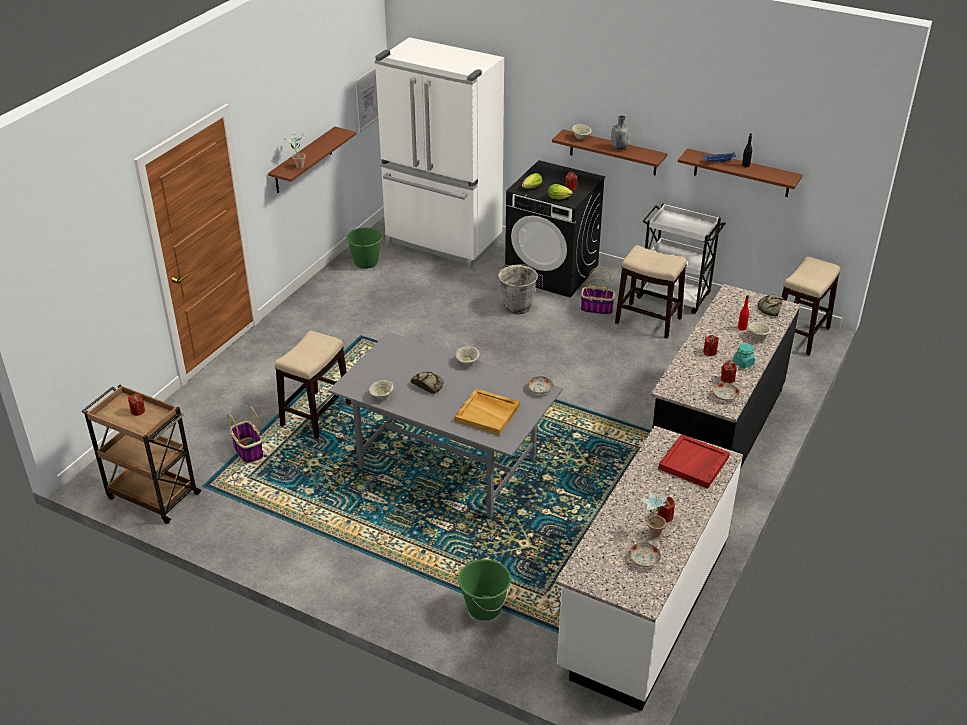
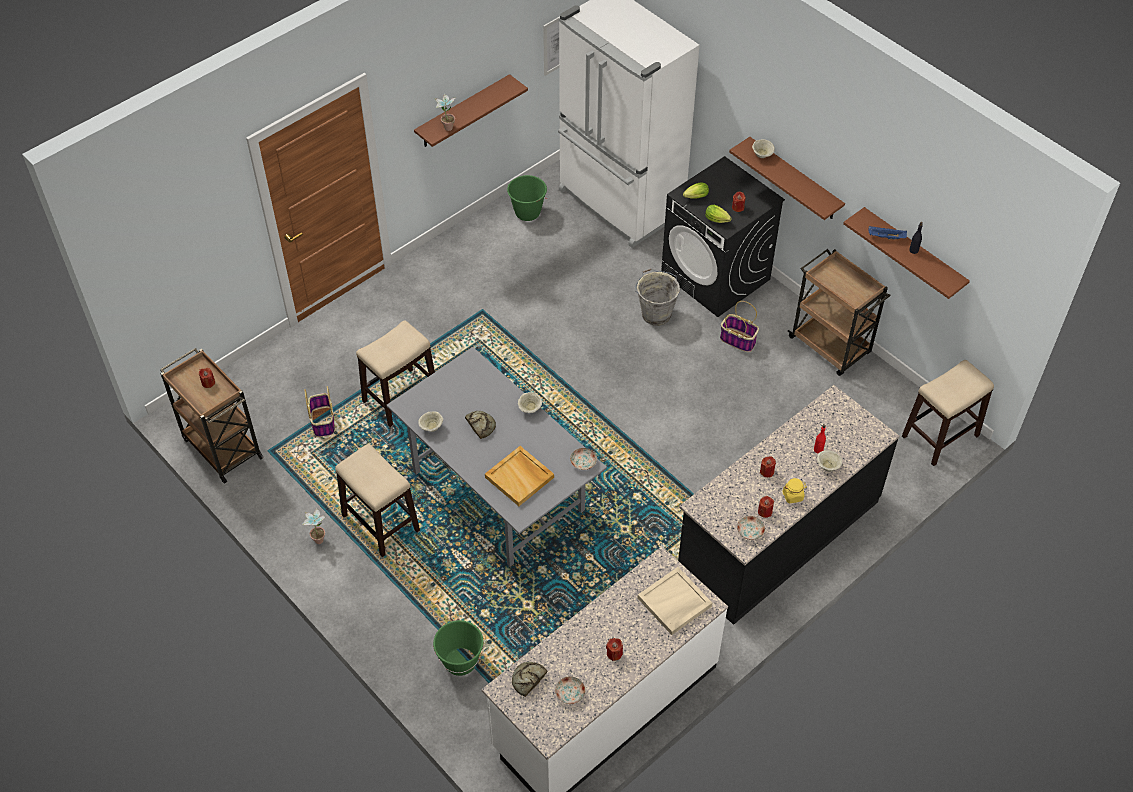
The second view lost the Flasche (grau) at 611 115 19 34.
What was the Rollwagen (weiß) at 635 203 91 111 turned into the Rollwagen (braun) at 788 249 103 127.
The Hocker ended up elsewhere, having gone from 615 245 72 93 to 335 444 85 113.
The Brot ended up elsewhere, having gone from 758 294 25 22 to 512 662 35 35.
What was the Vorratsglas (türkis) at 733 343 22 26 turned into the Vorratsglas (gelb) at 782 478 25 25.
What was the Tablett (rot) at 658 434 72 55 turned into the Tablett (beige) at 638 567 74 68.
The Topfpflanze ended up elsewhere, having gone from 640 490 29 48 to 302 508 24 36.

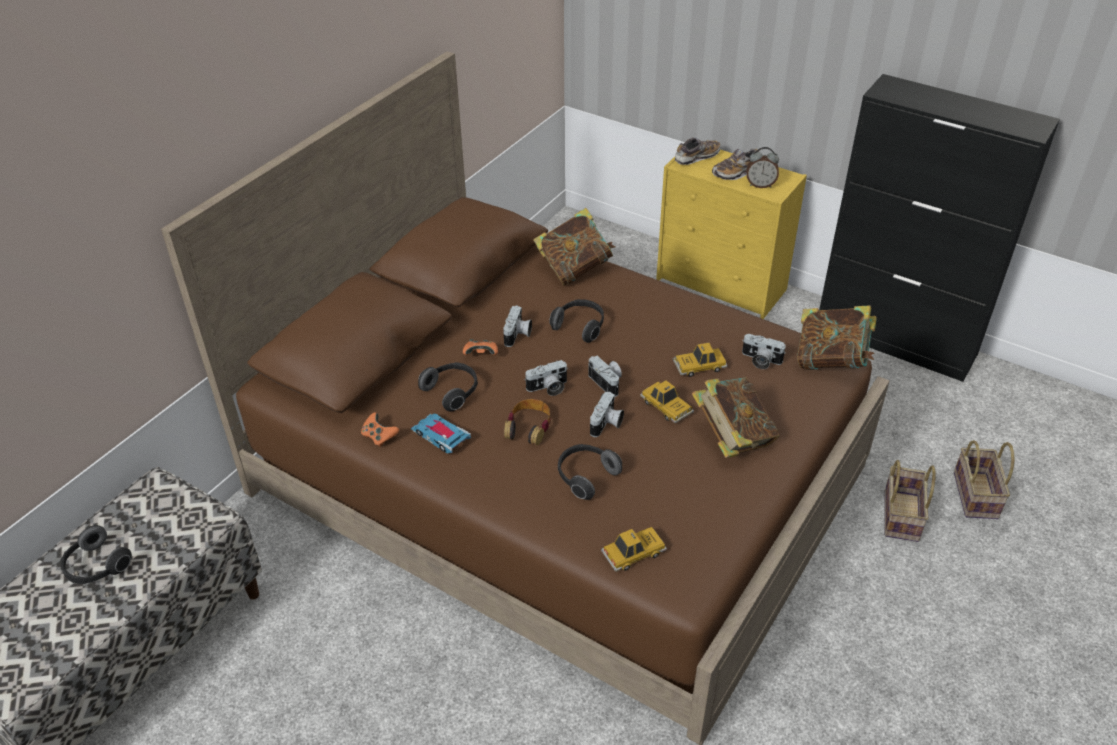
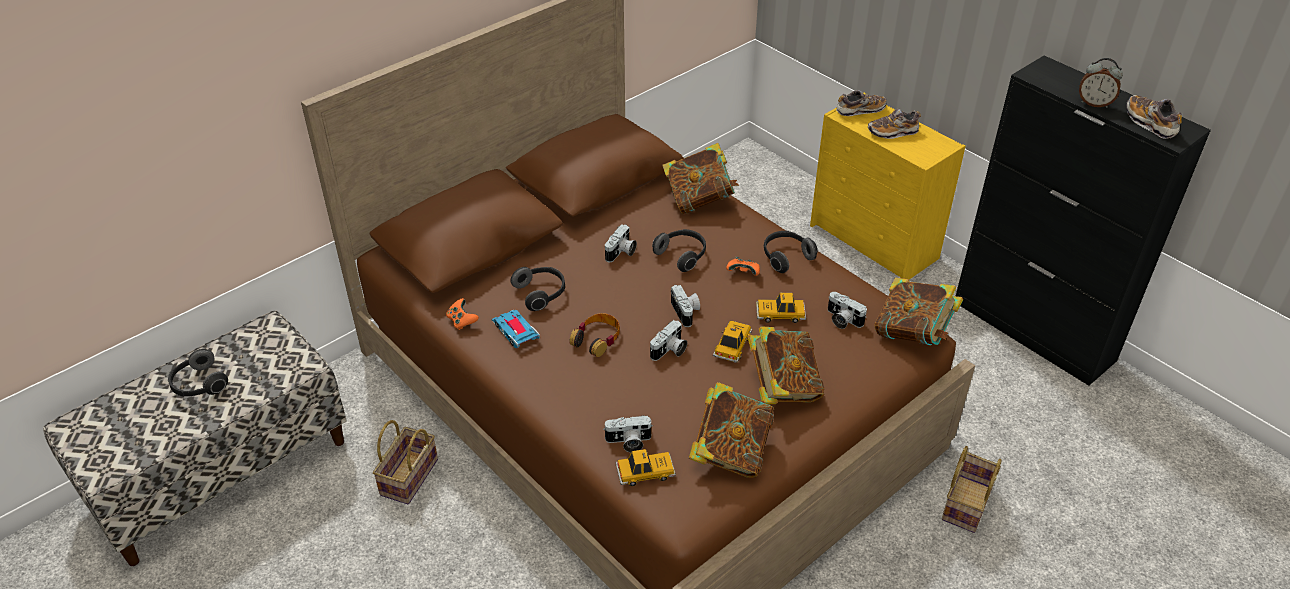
The Wecker ended up elsewhere, having gone from 747 147 32 41 to 1079 58 44 50.
The Gamepad (orange) ended up elsewhere, having gone from 463 339 35 16 to 726 257 34 19.
The Kamera ended up elsewhere, having gone from 524 360 44 36 to 603 415 49 38.
The Spielzeugauto at 640 380 54 43 ended up facing another way, 135 degrees counterclockwise from before.
The Korb ended up elsewhere, having gone from 954 440 61 79 to 373 420 65 84.
The Kopfhörer ended up elsewhere, having gone from 558 444 64 56 to 764 231 54 42.
The second view gained the Schuh at 1126 95 56 44.
The second view gained the Buch at 689 382 85 96.

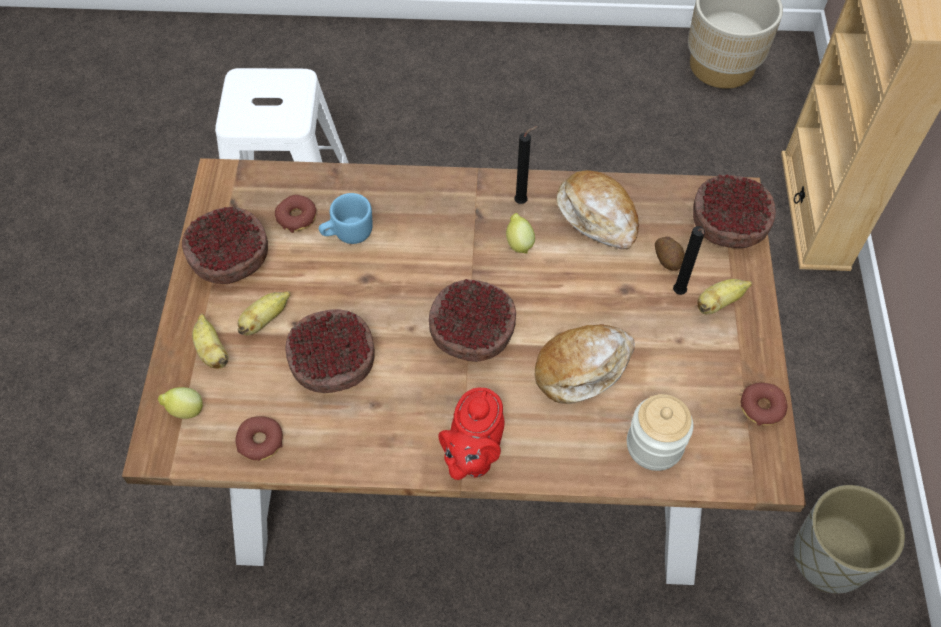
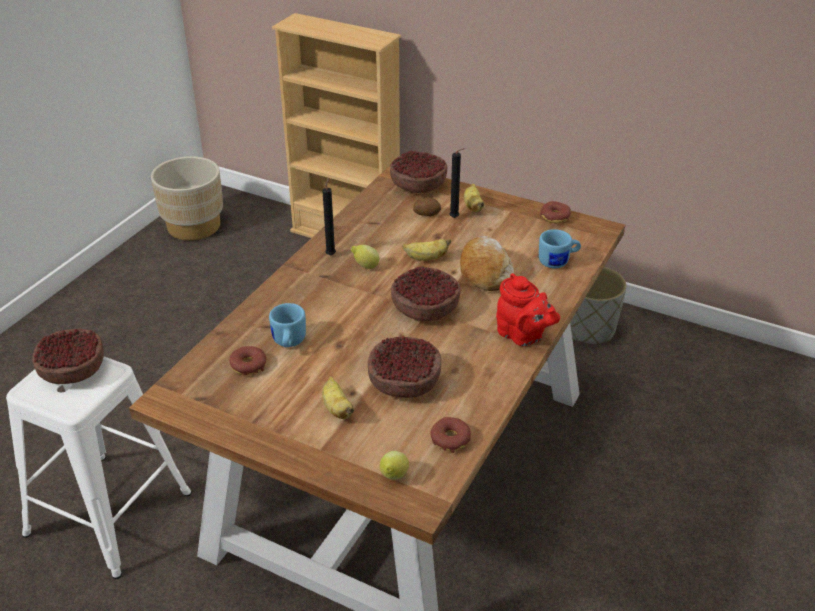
The second view lost the Brot at 556 170 83 79.
The Schüssel ended up elsewhere, having gone from 182 207 86 77 to 32 329 72 55.
The Banane ended up elsewhere, having gone from 192 314 36 55 to 402 239 49 22.
Where the Vorratsglas stood at 627 394 66 77, the Henkelbecher (blau) came to stand at 539 229 42 39.

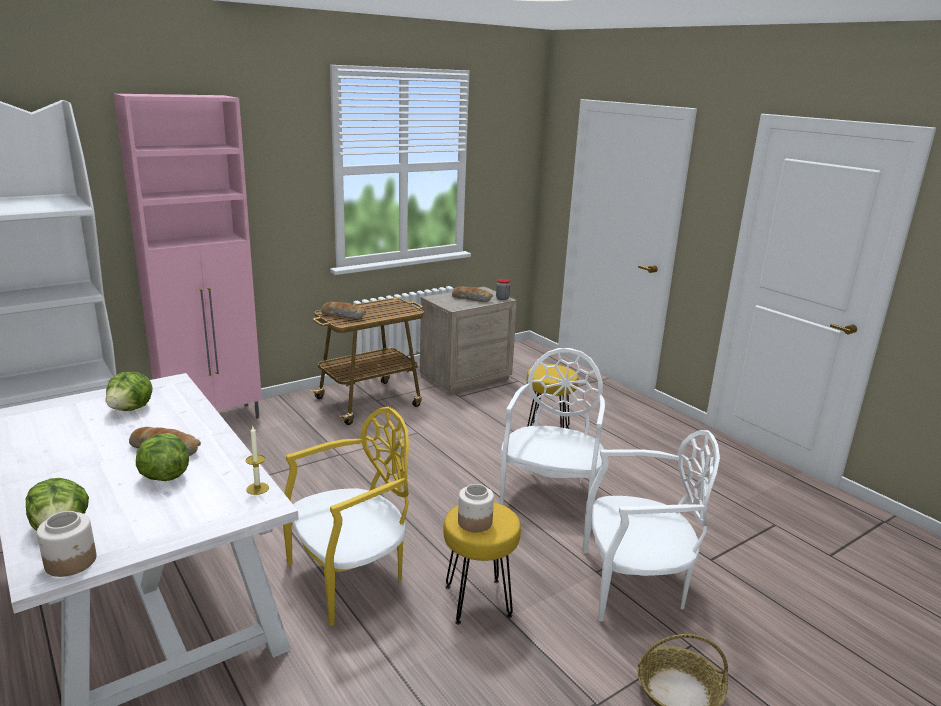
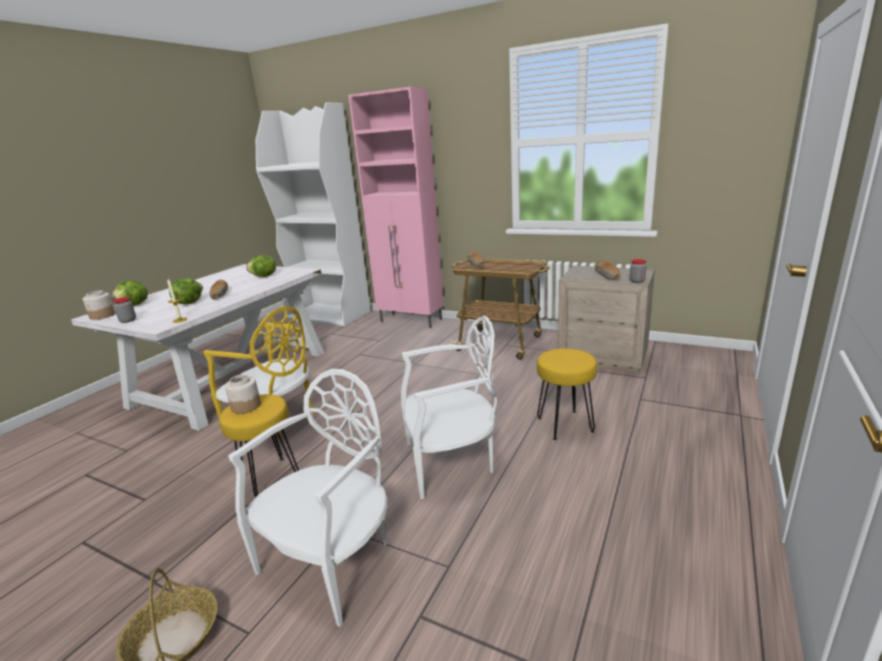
The Stuhl (weiß) at 583 430 137 191 ended up facing another way, 120 degrees counterclockwise from before.
The second view gained the Vorratsglas at 113 297 23 26.

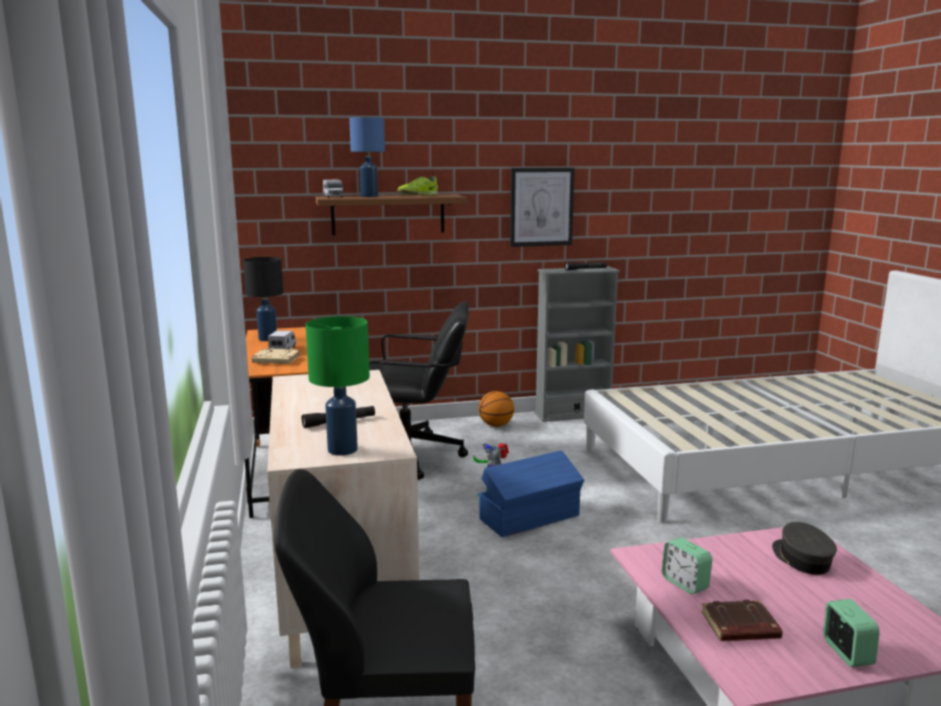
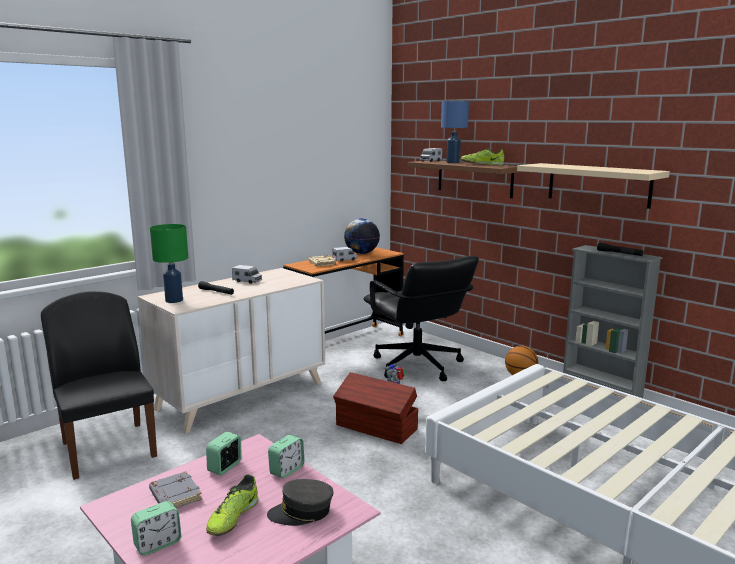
Where the Bild hung at 510 168 65 79, the Wandregal (beige) came to hang at 517 163 153 46.
Where the Tischlampe (schwarz) stood at 243 257 40 84, the Globus came to stand at 344 218 36 36.
What was the Aufbewahrungsbox (blau) at 479 450 105 87 turned into the Aufbewahrungsbox (braun) at 333 372 85 72.
The Kappe (grau) at 772 522 65 53 ended up facing another way, 150 degrees counterclockwise from before.
What was the Buch (braun) at 701 600 82 41 turned into the Buch (grau) at 149 471 53 37.
The second view gained the Spielzeuglaster at 232 265 30 19.
The second view gained the Wecker at 268 435 36 44.
The second view gained the Schuh at 206 474 53 62.

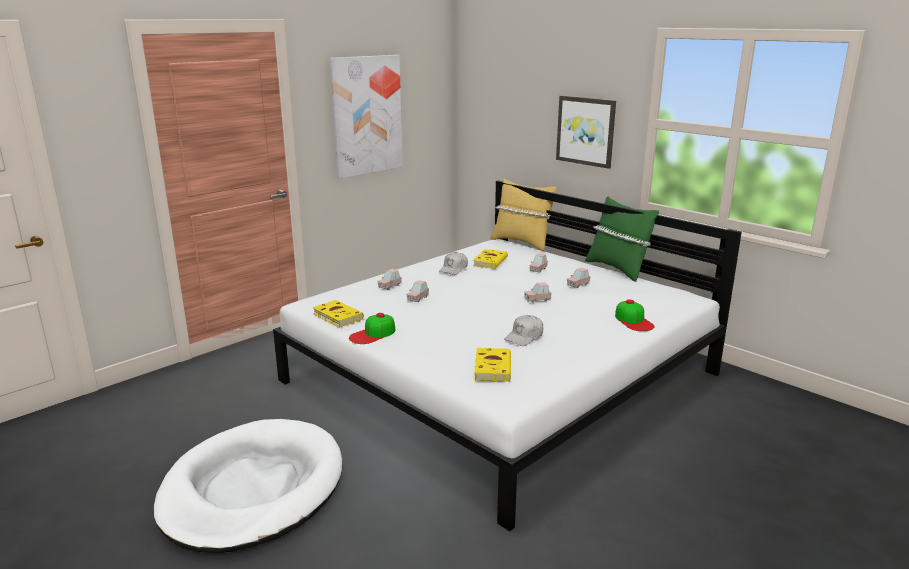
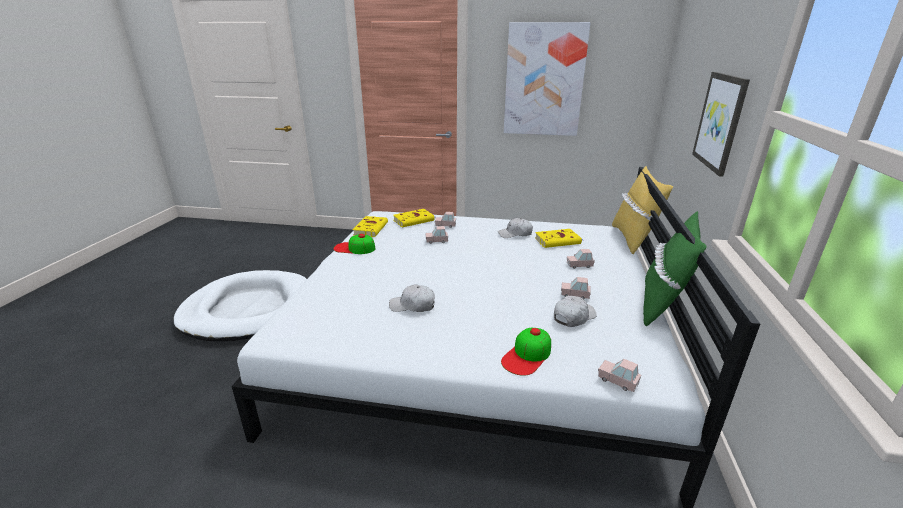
The Spielzeugauto (rosa) ended up elsewhere, having gone from 524 282 28 21 to 598 359 43 33.
The Buch (gelb) ended up elsewhere, having gone from 474 348 37 34 to 393 209 43 18.
The second view gained the Kappe (weiß) at 554 296 43 31.

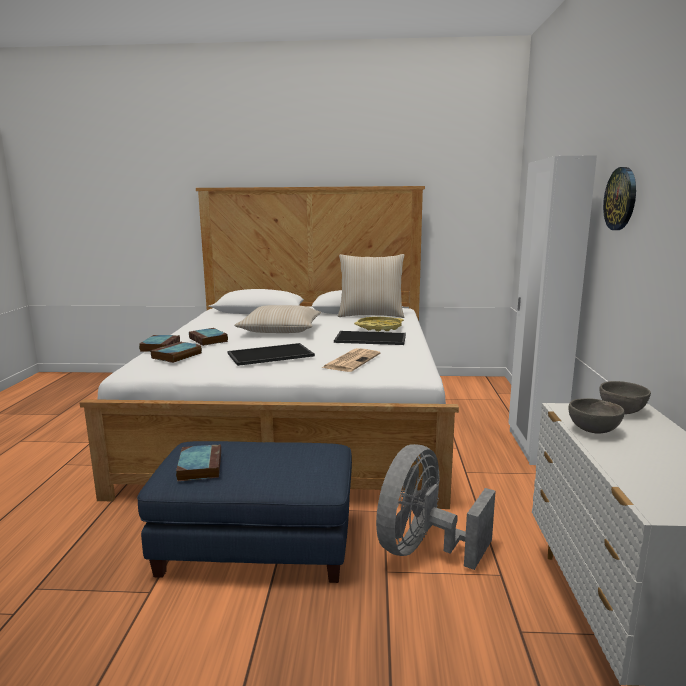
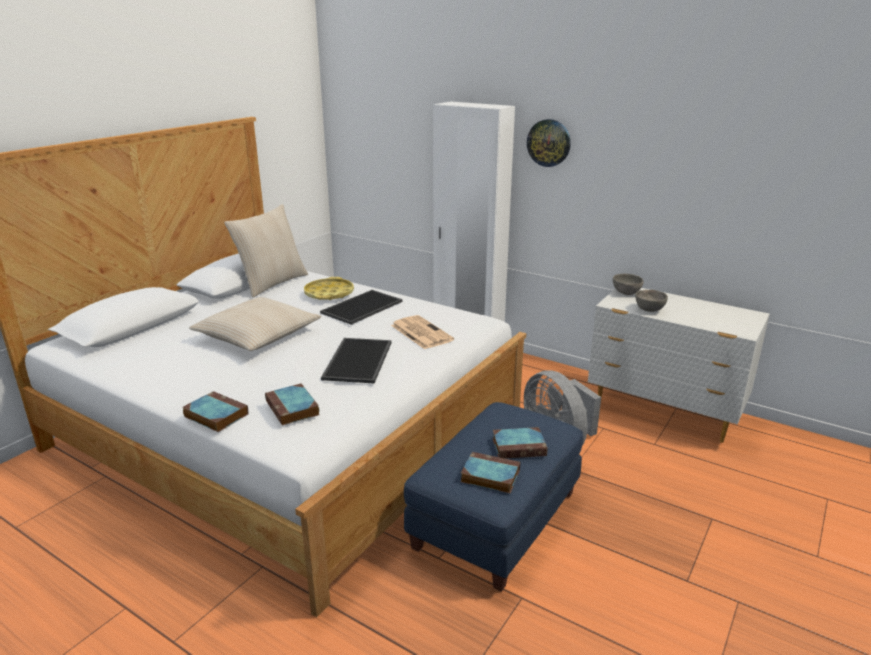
The Buch ended up elsewhere, having gone from 189 328 39 18 to 492 427 56 32.

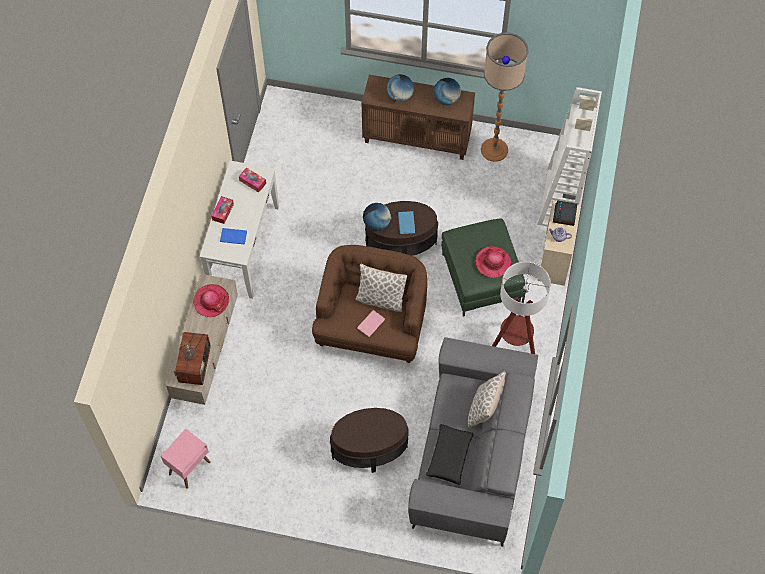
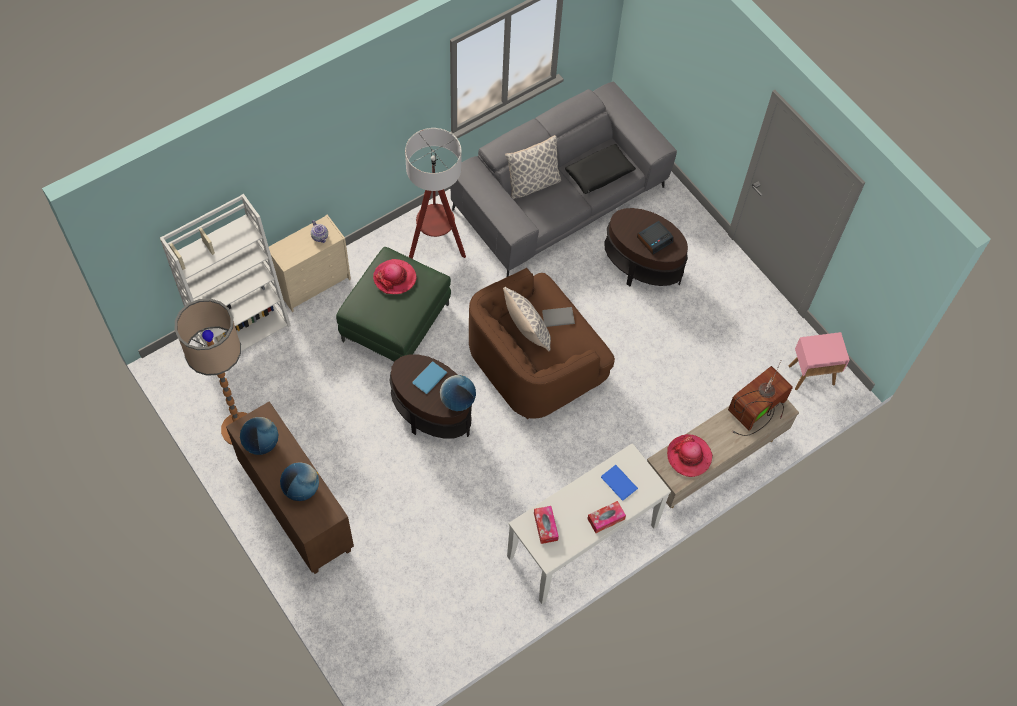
The Wecker ended up elsewhere, having gone from 553 201 24 25 to 637 221 37 34.
What was the Buch (rosa) at 357 310 28 27 turned into the Buch (grau) at 542 307 33 20.

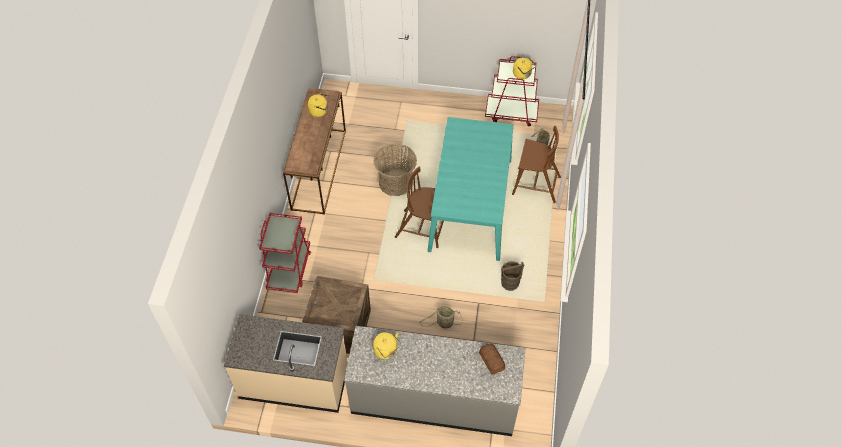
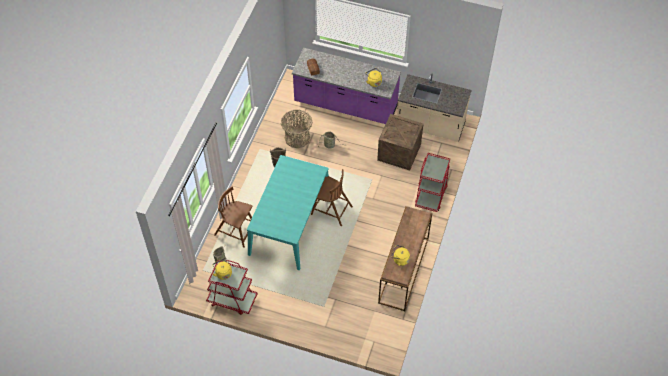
The Korb ended up elsewhere, having gone from 374 144 43 52 to 281 109 31 39.
What was the Küchenzeile (grau) at 344 326 181 110 turned into the Küchenzeile (lila) at 292 48 109 76.

